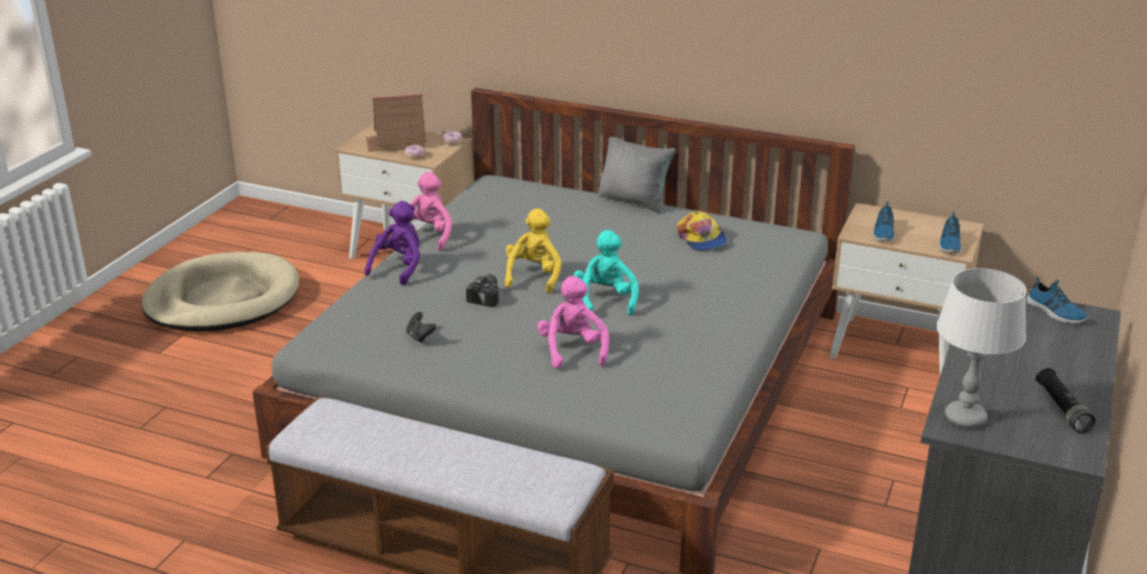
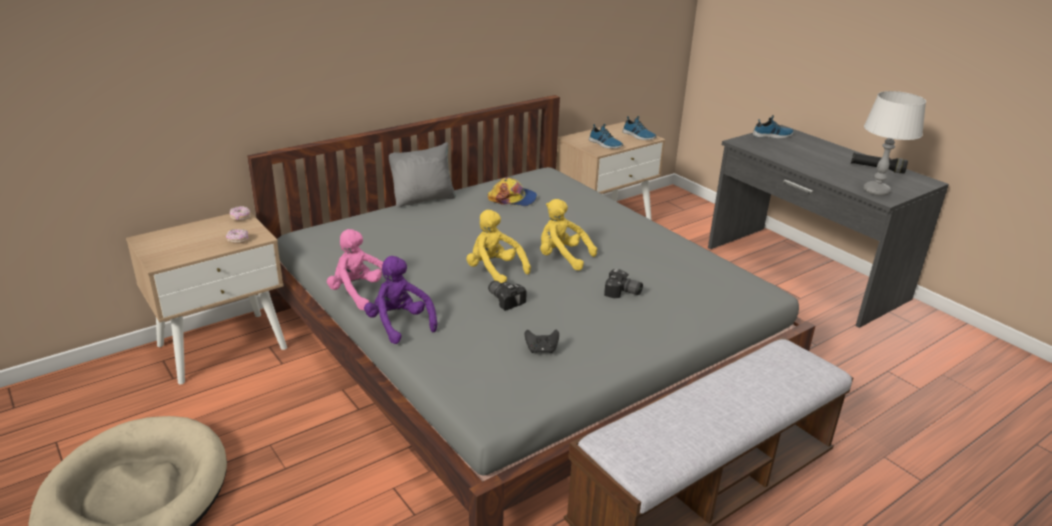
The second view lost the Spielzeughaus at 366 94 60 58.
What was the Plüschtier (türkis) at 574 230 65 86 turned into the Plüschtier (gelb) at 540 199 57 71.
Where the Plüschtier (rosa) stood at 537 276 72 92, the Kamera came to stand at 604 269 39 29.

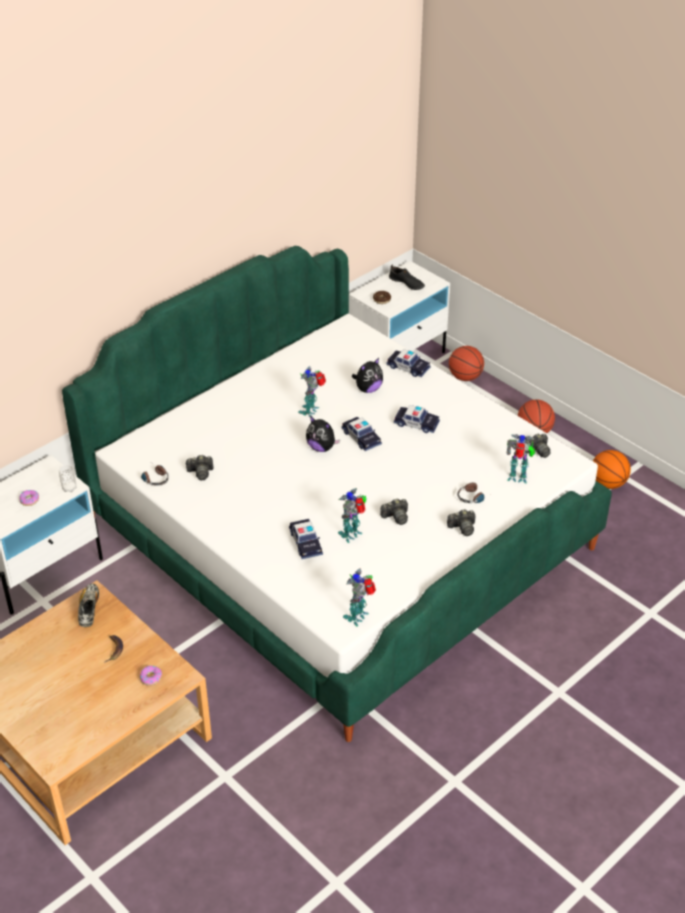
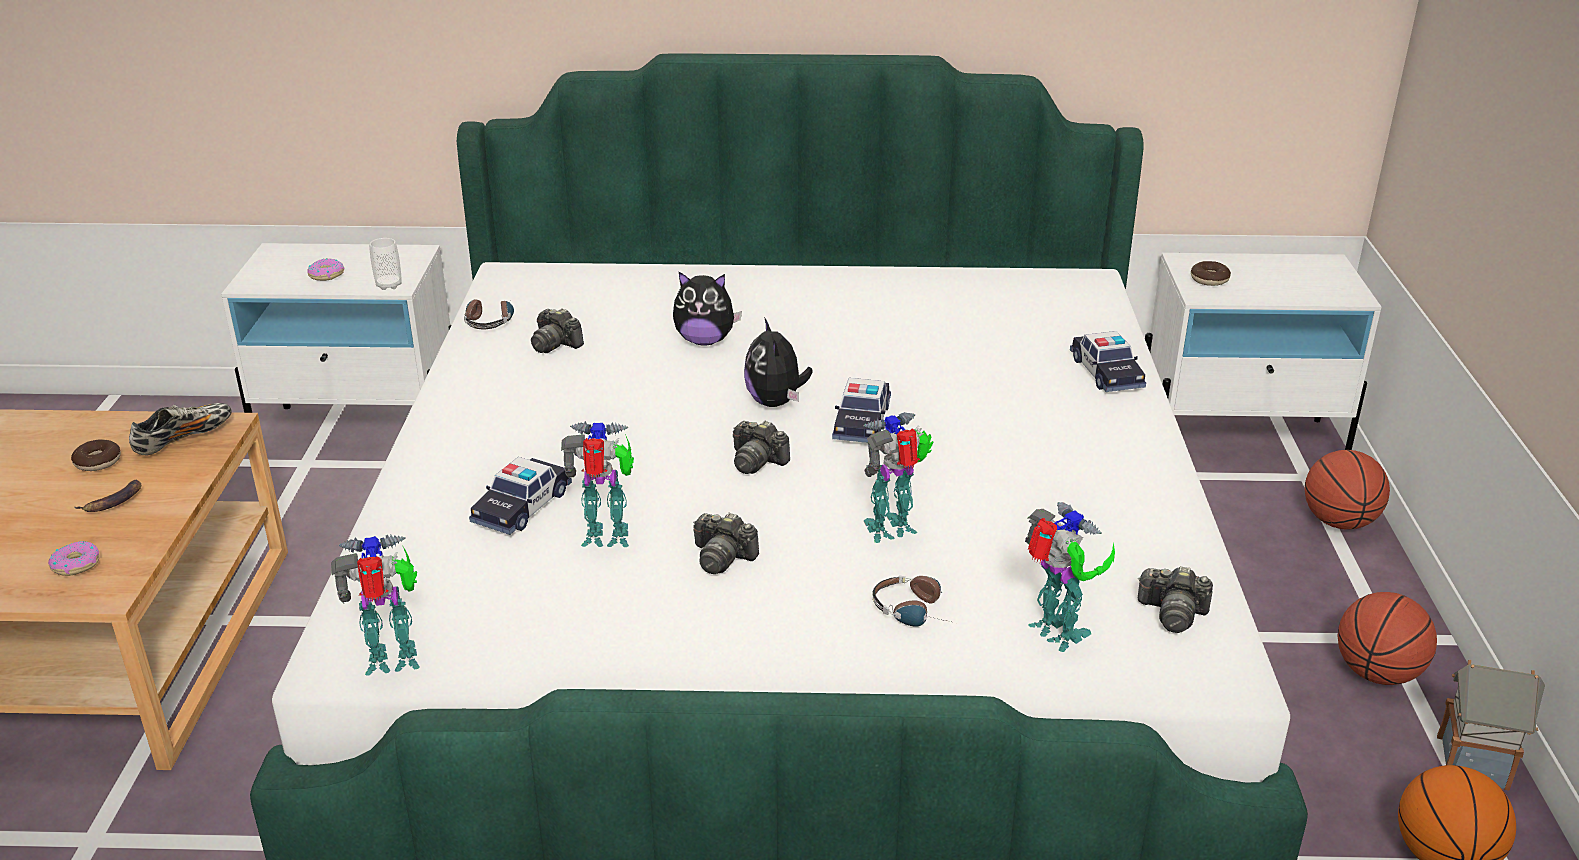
The second view lost the Schuh (schwarz) at 389 264 36 26.
The Plüschtier ended up elsewhere, having gone from 352 358 31 35 to 673 272 69 74.
The Spielzeugroboter ended up elsewhere, having gone from 298 366 28 51 to 863 412 70 131.
The second view lost the Spielzeugauto at 394 405 46 28.
The Kamera ended up elsewhere, having gone from 447 509 28 27 to 733 420 57 54.
The second view gained the Donut at 71 439 50 32.
The second view gained the Spielzeughaus at 1437 660 108 131.

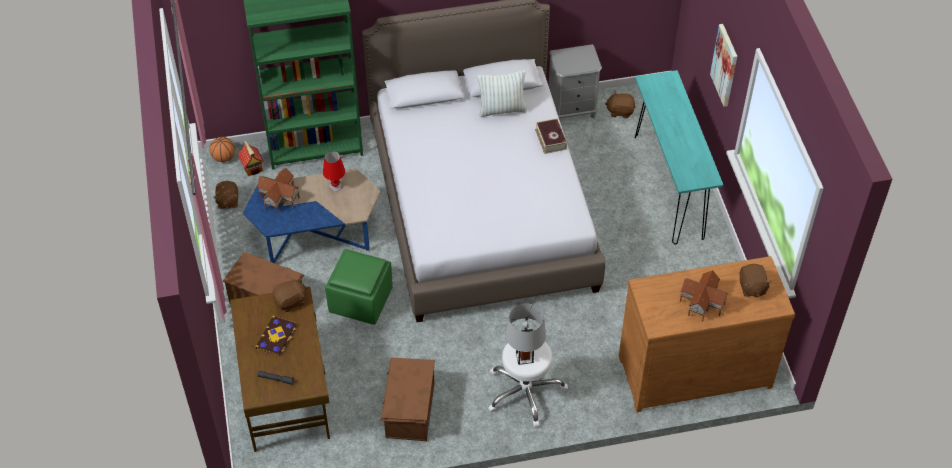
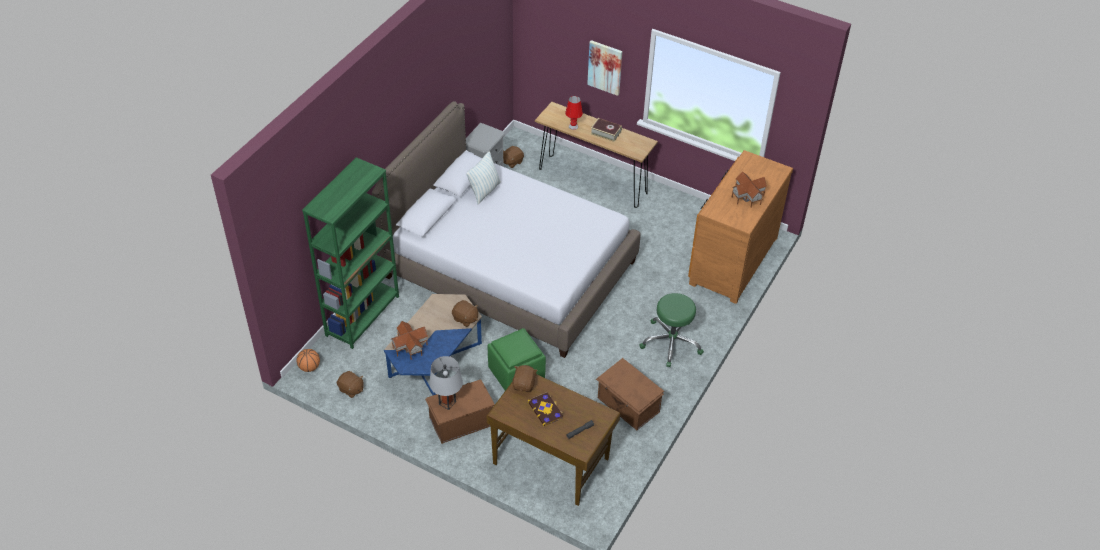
What was the Konsolentisch (türkis) at 635 70 88 174 turned into the Konsolentisch (braun) at 535 102 123 106.
The Buch ended up elsewhere, having gone from 535 118 32 36 to 591 118 31 24.
The second view lost the Spielzeughaus at 238 140 26 36.
The Tischlampe (rot) ended up elsewhere, having gone from 323 151 22 40 to 565 96 18 34.
The Plüschtier (braun) ended up elsewhere, having gone from 740 264 32 33 to 452 300 26 27.
The Tischlampe (grau) ended up elsewhere, having gone from 506 303 40 62 to 429 356 34 54.
What was the Hocker (weiß) at 488 342 80 85 turned into the Hocker (grün) at 639 293 65 74.

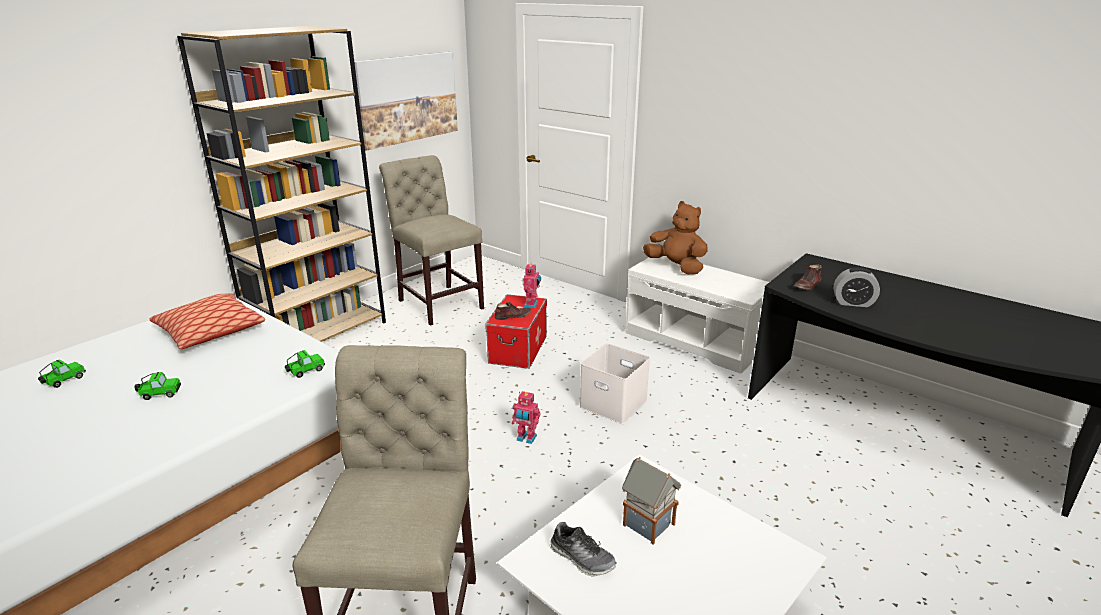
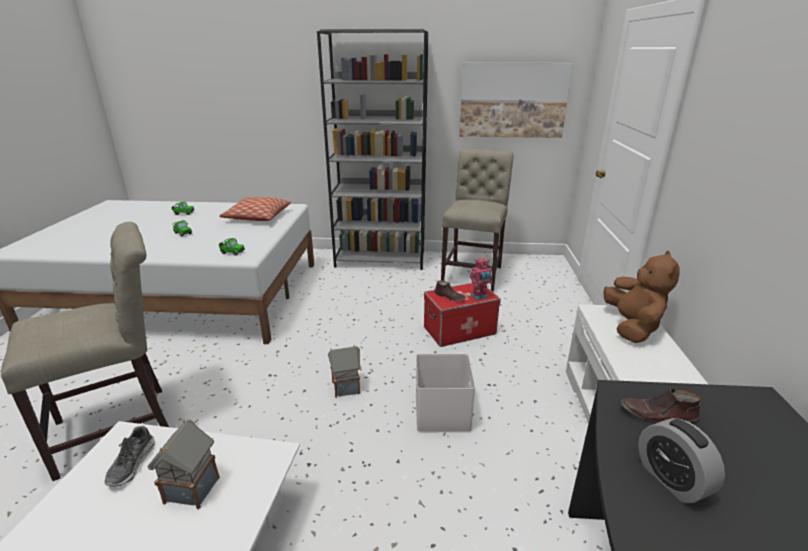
What was the Bücherregal (braun) at 177 26 209 316 turned into the Bücherregal (grau) at 317 29 111 241.
Where the Spielzeugroboter stood at 512 391 28 53, the Spielzeughaus came to stand at 328 345 33 53.

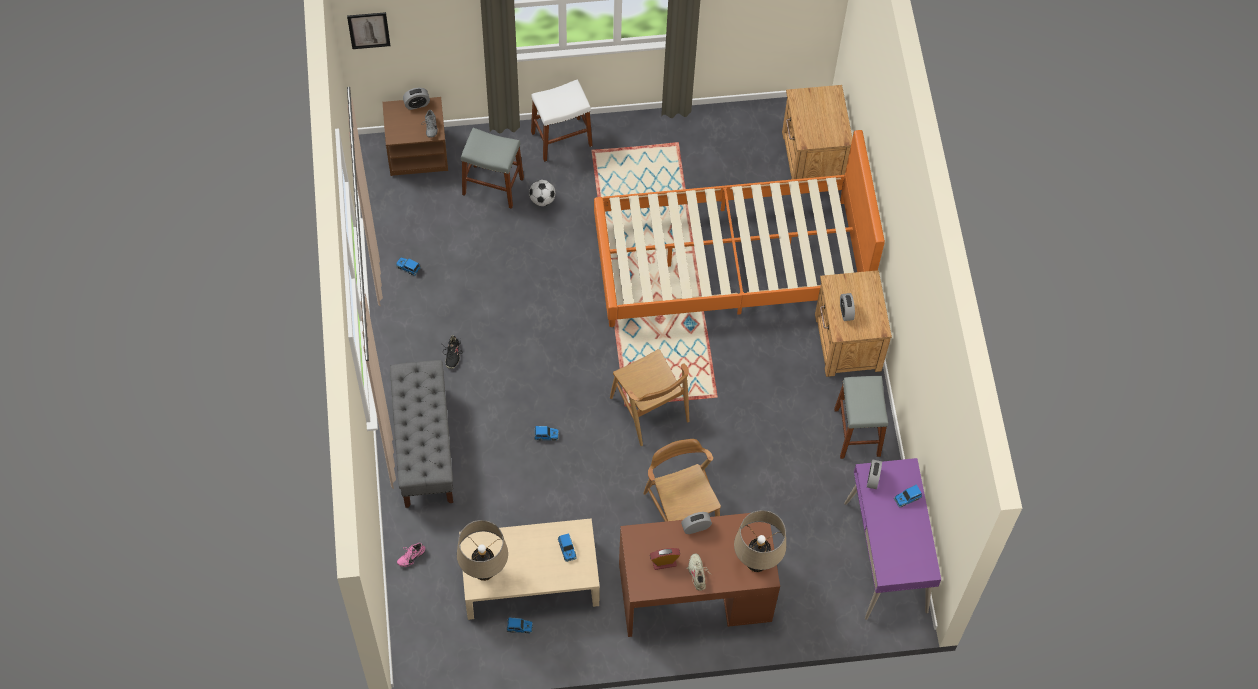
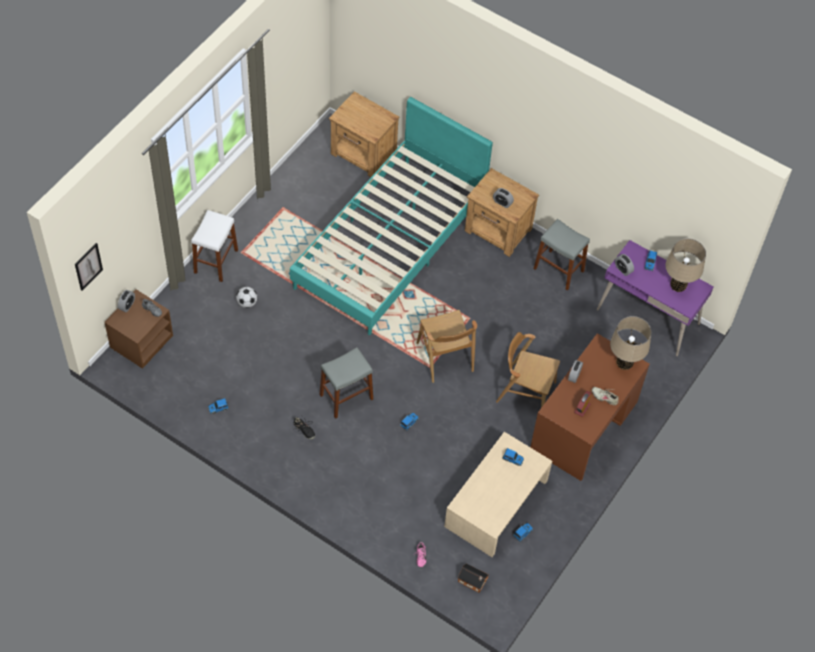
The Hocker (grau) ended up elsewhere, having gone from 461 128 63 81 to 319 347 54 72.
What was the Bett (orange) at 594 130 291 197 turned into the Bett (türkis) at 290 97 203 238.
The Stuhl (braun) at 610 349 79 97 ended up facing another way, 60 degrees clockwise from before.
The second view lost the Bank (grau) at 390 360 63 148.
The Tischlampe (beige) ended up elsewhere, having gone from 457 520 51 61 to 665 238 41 54.
The second view gained the Spielzeughaus at 458 563 31 30.

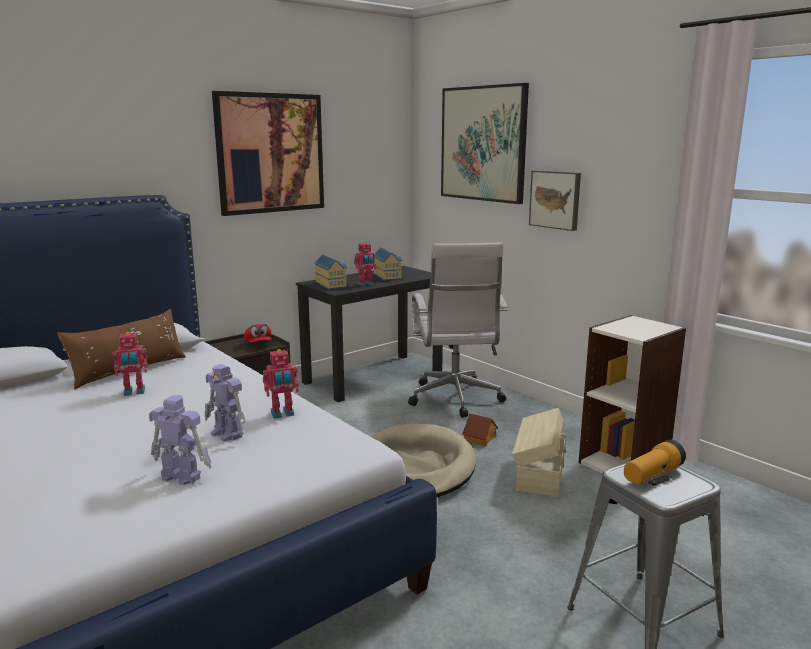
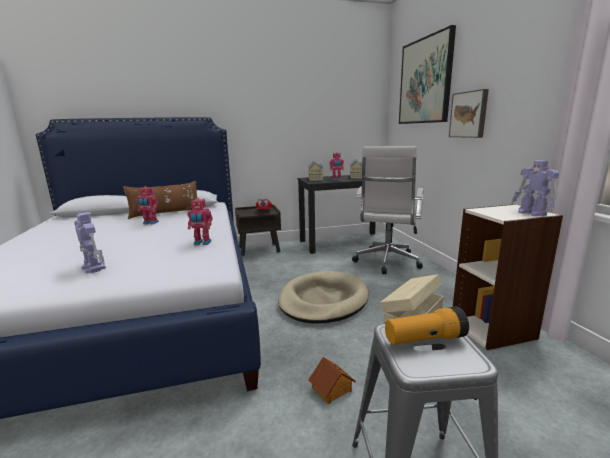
The second view lost the Bild at 212 91 112 125.
The Spielzeugroboter ended up elsewhere, having gone from 205 364 41 77 to 511 160 48 56.
The Spielzeughaus ended up elsewhere, having gone from 462 413 36 33 to 308 357 48 47.

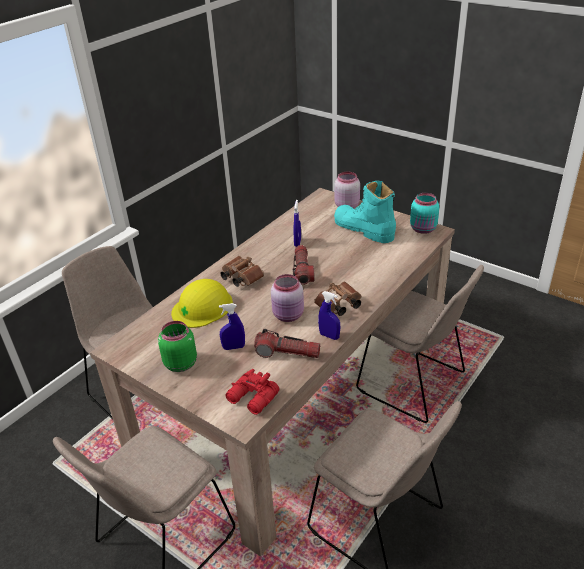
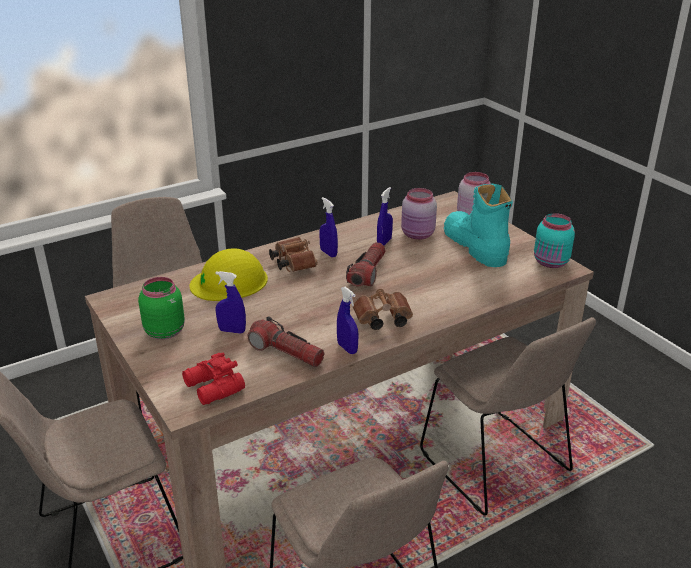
The Vorratsglas (rosa) ended up elsewhere, having gone from 271 274 33 48 to 401 188 36 52.
The second view gained the Sprühflasche (blau) at 319 197 19 61.

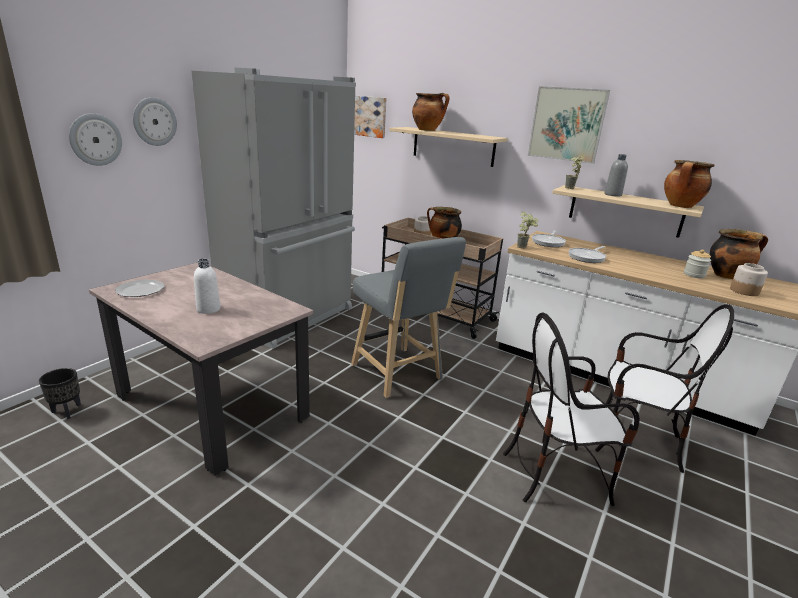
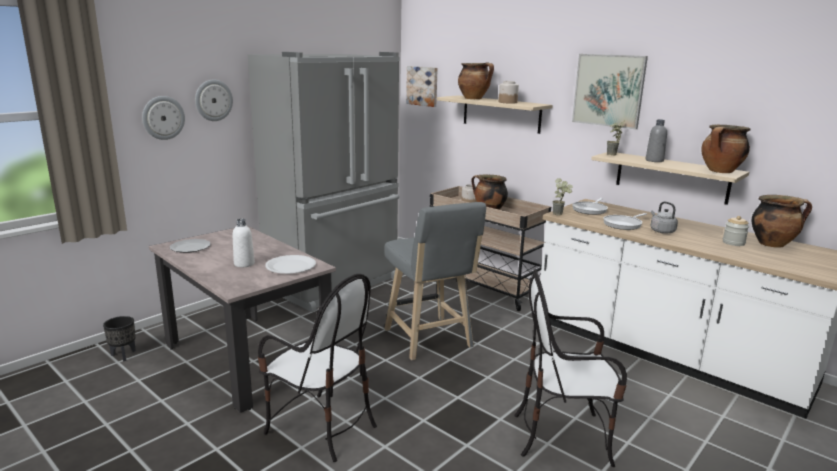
The Vorratsglas ended up elsewhere, having gone from 730 263 38 33 to 498 81 21 22.
The Stuhl ended up elsewhere, having gone from 595 304 139 169 to 258 274 119 188.
The second view gained the Wasserkessel (grau) at 650 201 28 33.
The second view gained the Teller (weiß) at 265 255 51 19.

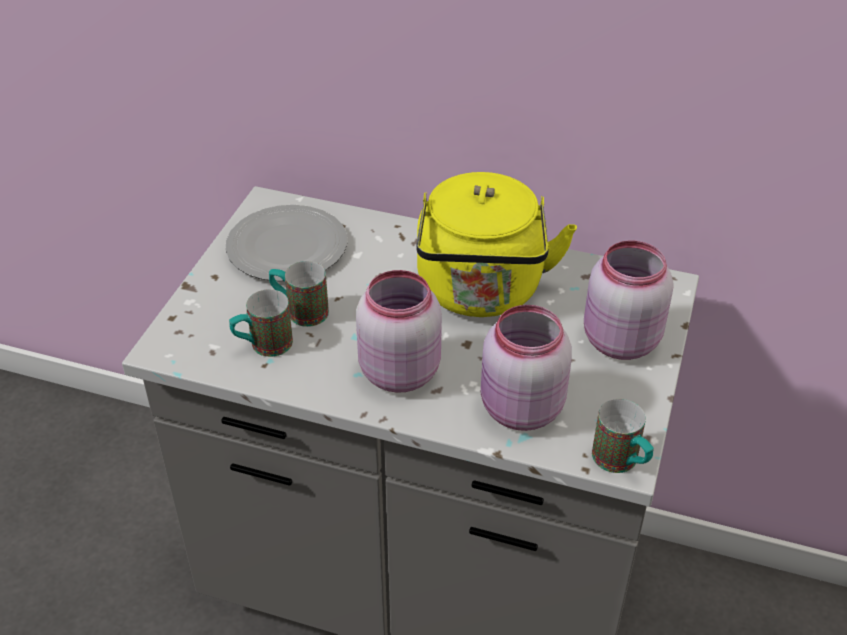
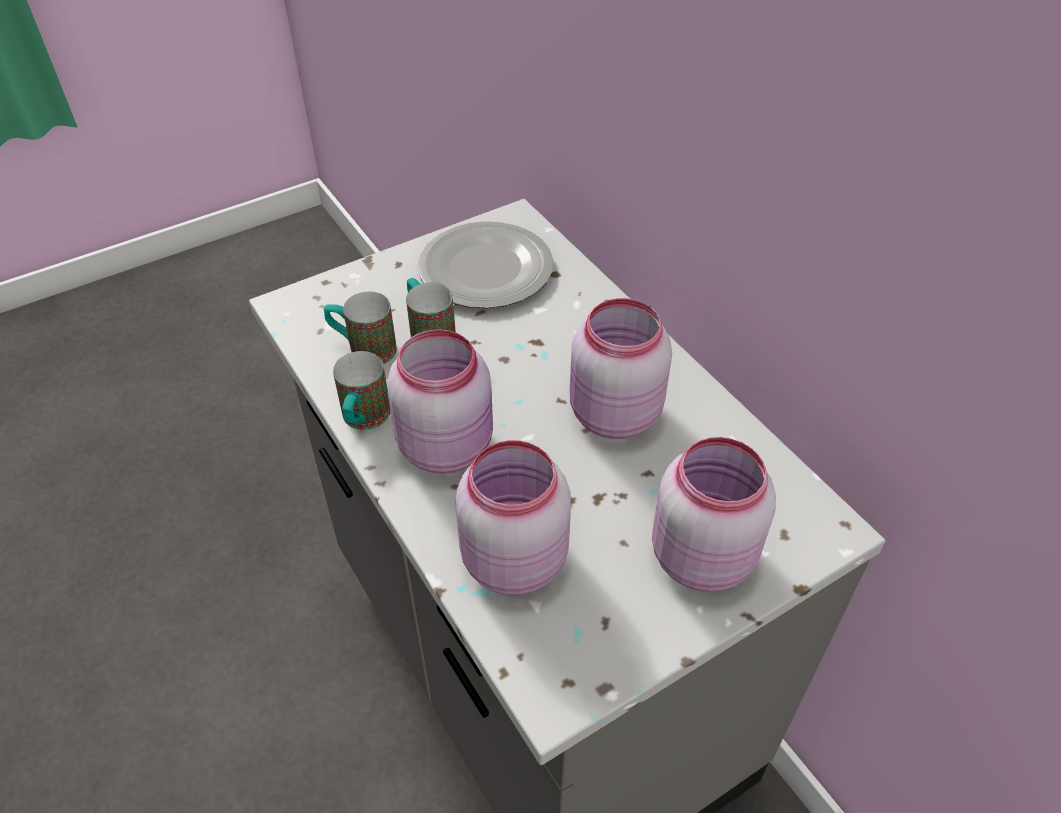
Where the Wasserkessel (gelb) stood at 416 172 161 145, the Vorratsglas (rosa) came to stand at 570 298 102 141.
The Henkelbecher ended up elsewhere, having gone from 592 399 62 74 to 333 351 58 79.

